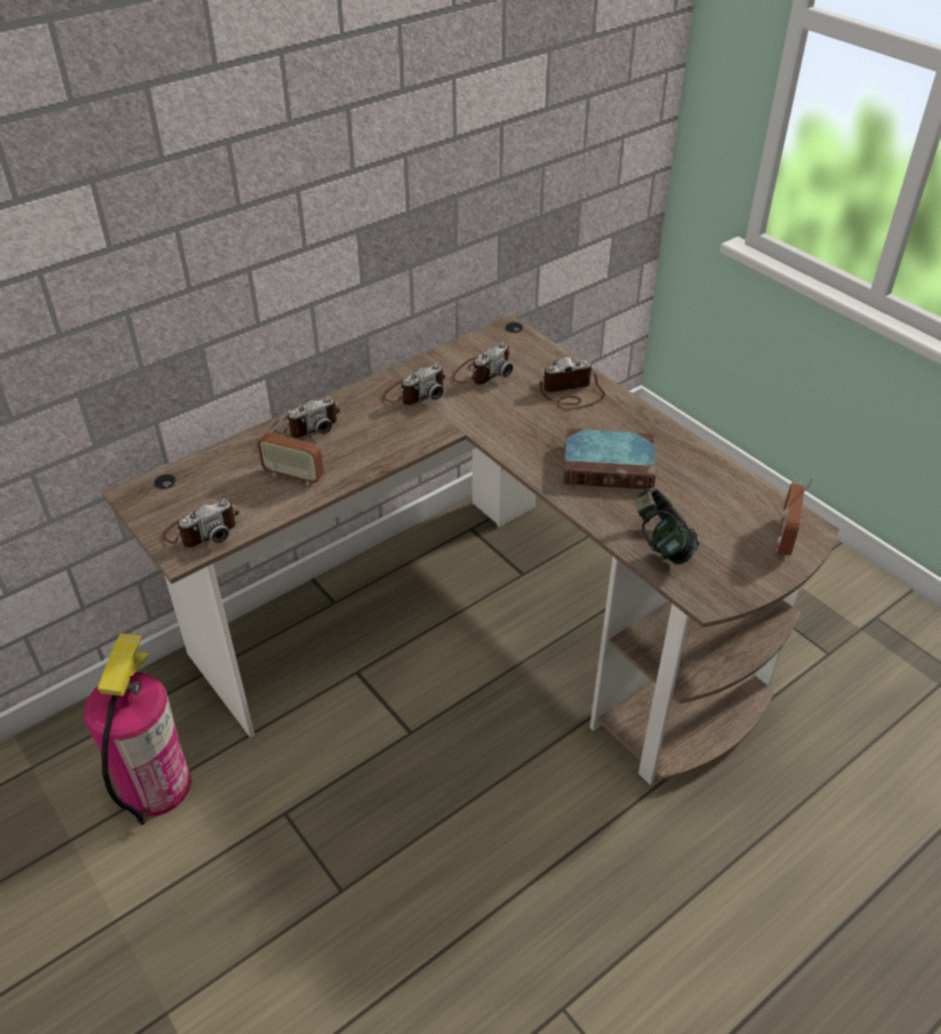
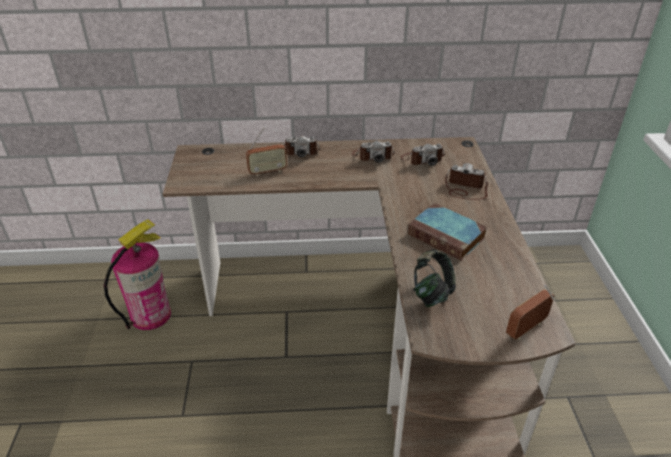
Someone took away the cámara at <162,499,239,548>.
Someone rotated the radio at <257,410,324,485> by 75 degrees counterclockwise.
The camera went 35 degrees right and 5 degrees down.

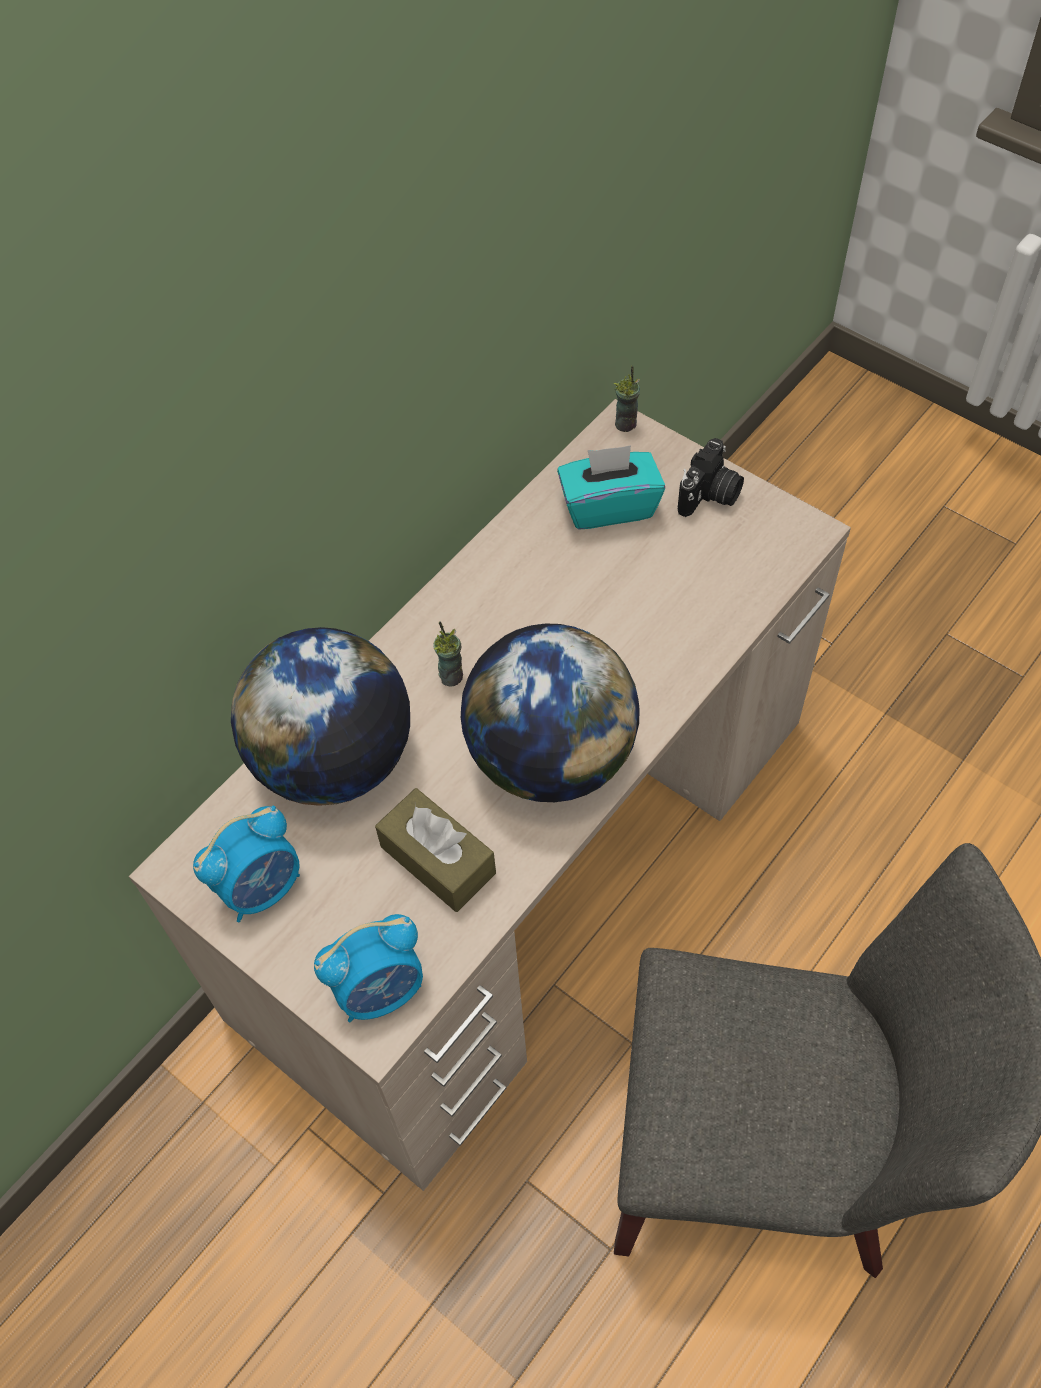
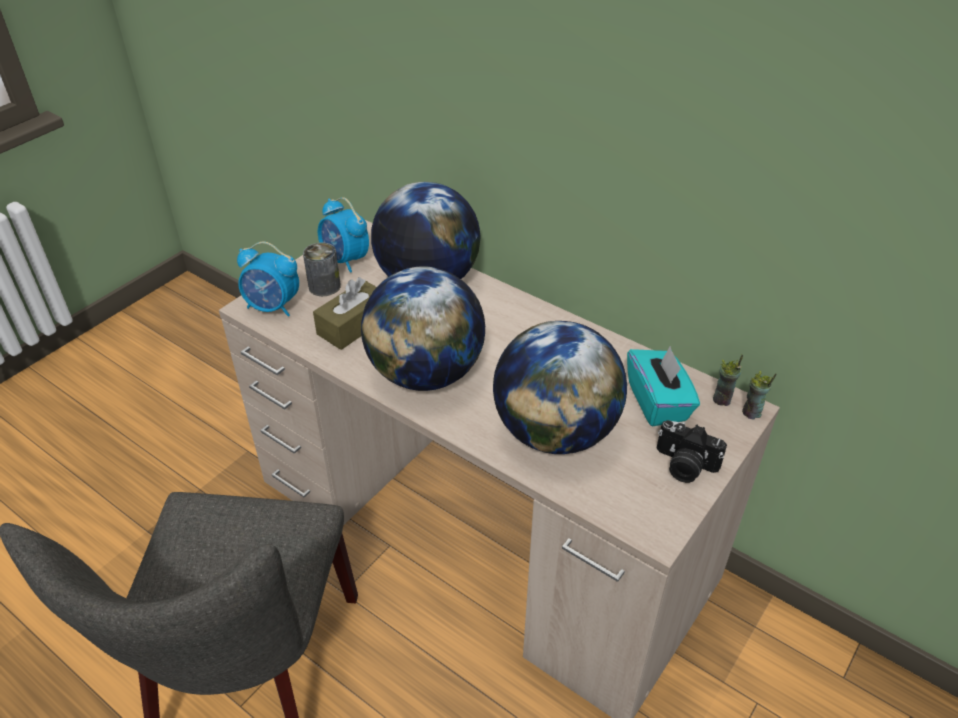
Someone put down the lata at <303,242,341,296>.
Someone put down the globo terráqueo at <493,321,627,454>.
Someone carried the taza from <433,621,463,687> to <713,354,743,406>.
Someone rotated the despertador at <314,914,423,1022> by 45 degrees counterclockwise.
The camera went 85 degrees right and 15 degrees down.

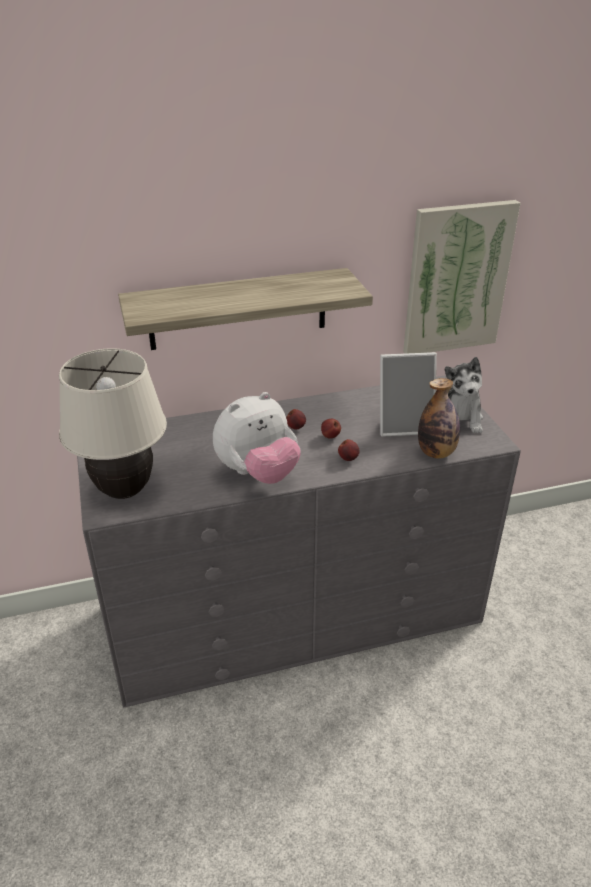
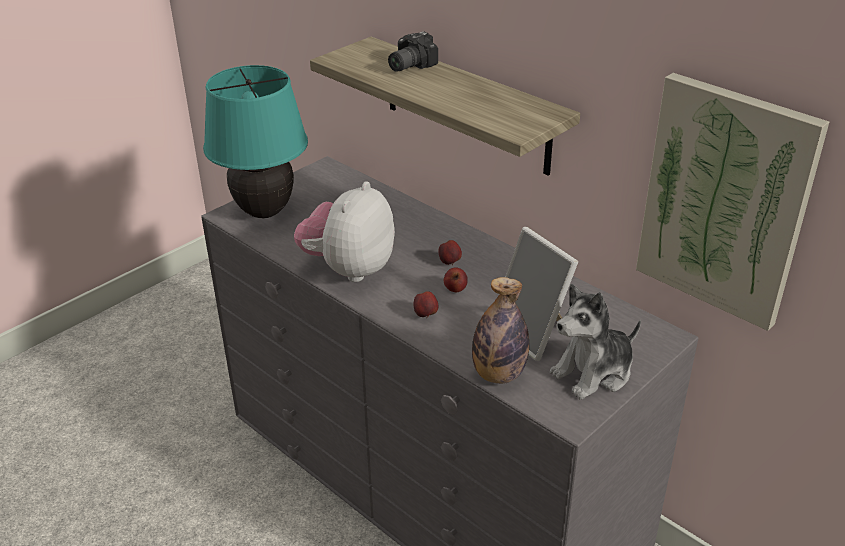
Someone put down the cámara at <388,31,438,72>.
Someone repainted the lámpara de mesa (beis) at <59,348,167,499>, which became the lámpara de mesa (turquesa) at <203,65,308,218>.
Someone rotated the peluche at <213,392,301,484> by 90 degrees clockwise.
The camera went 60 degrees right and 0 degrees up.

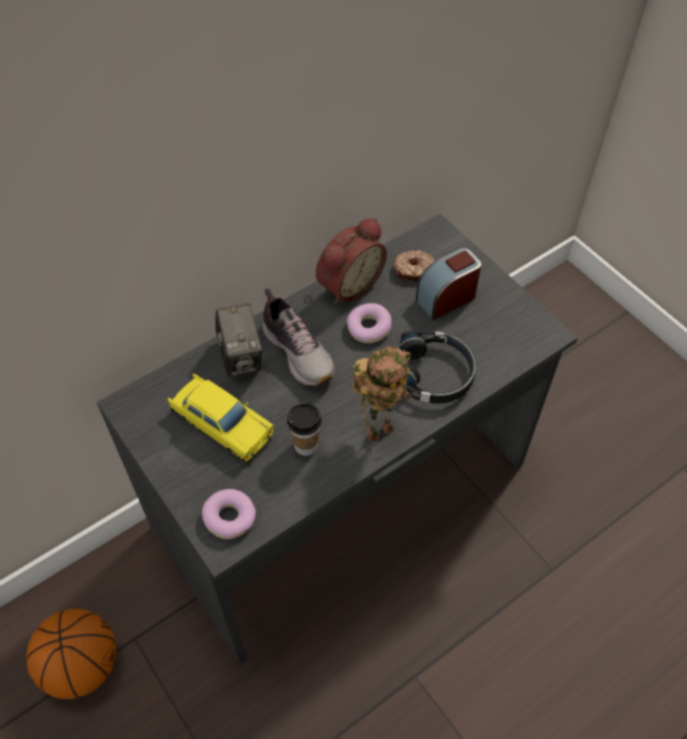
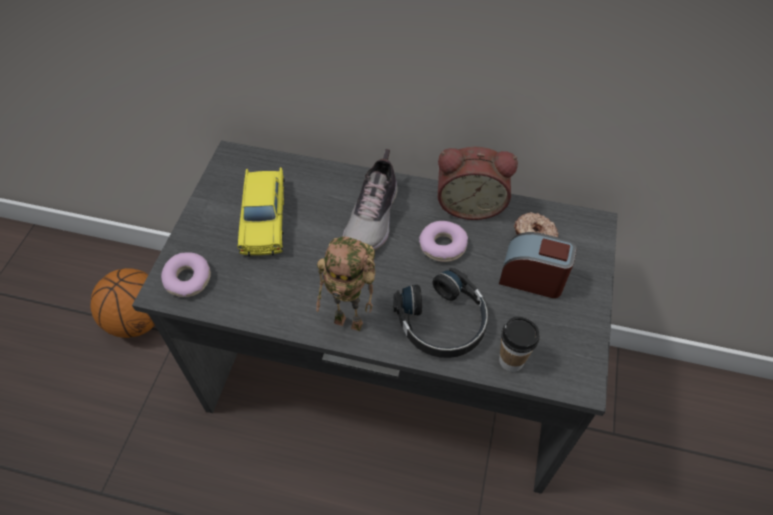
Someone took away the cámara at <215,303,262,377>.
Someone carried the taza from <287,403,322,456> to <499,317,540,372>.
The camera went 50 degrees right and 0 degrees up.

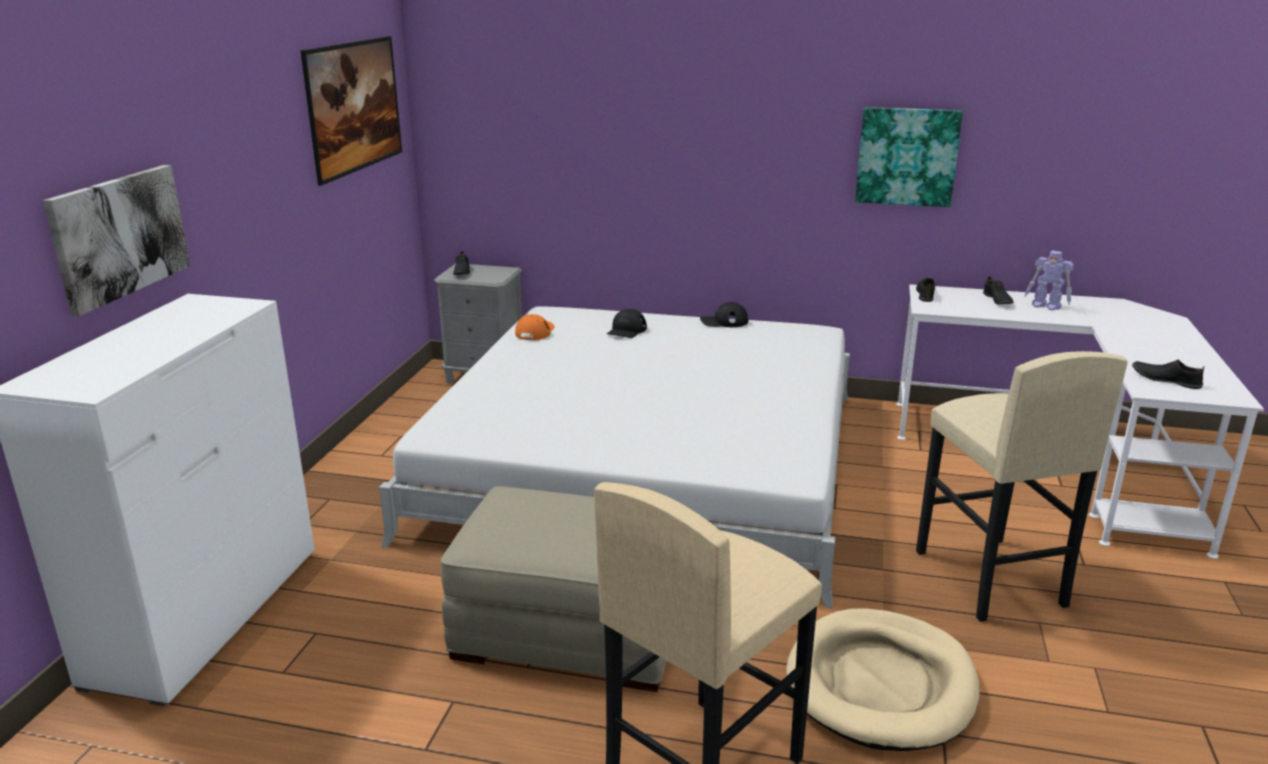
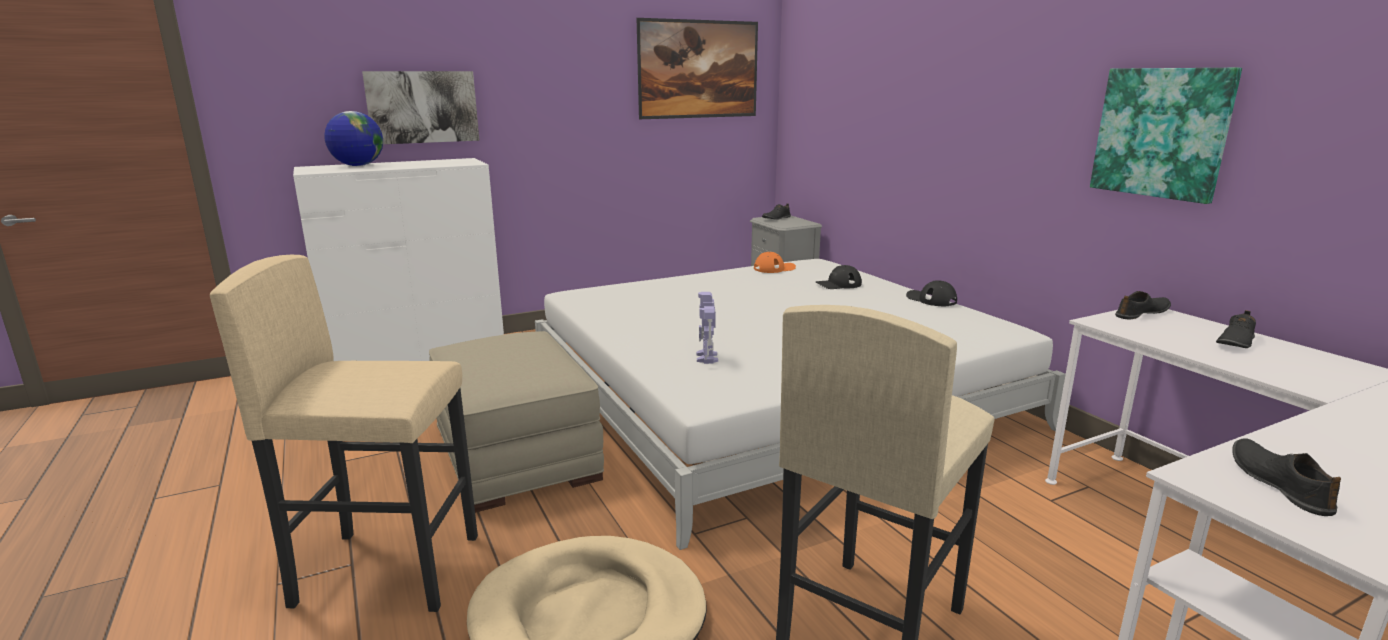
Someone put down the globo terráqueo at <324,111,383,166>.
Someone carried the robot de juguete from <1024,250,1074,311> to <696,292,718,364>.
The camera went 50 degrees right and 5 degrees down.

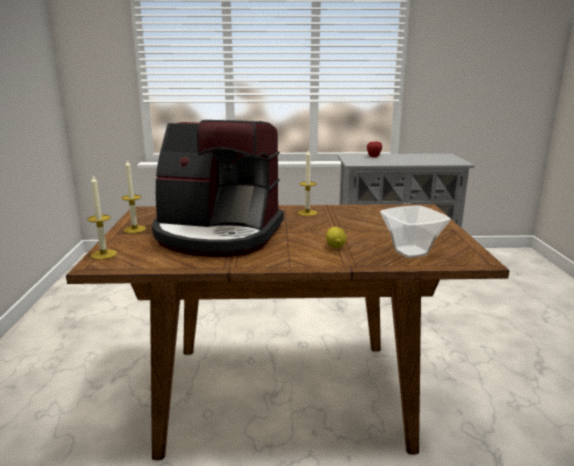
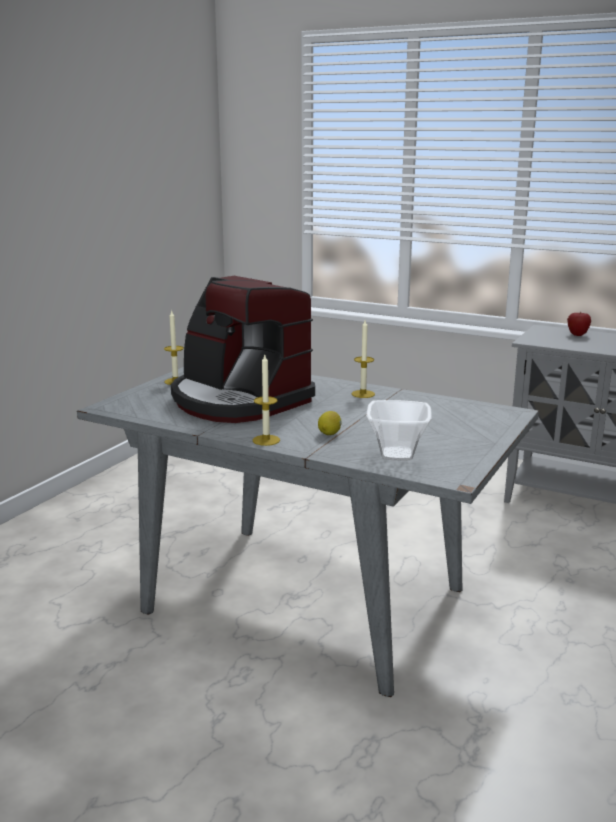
Someone carried the vela from <87,176,117,260> to <253,355,280,446>.
Someone repainted the mesa de comedor (marrón) at <66,204,510,460>, which became the mesa de comedor (gris) at <77,367,539,697>.
The camera went 30 degrees right and 0 degrees up.

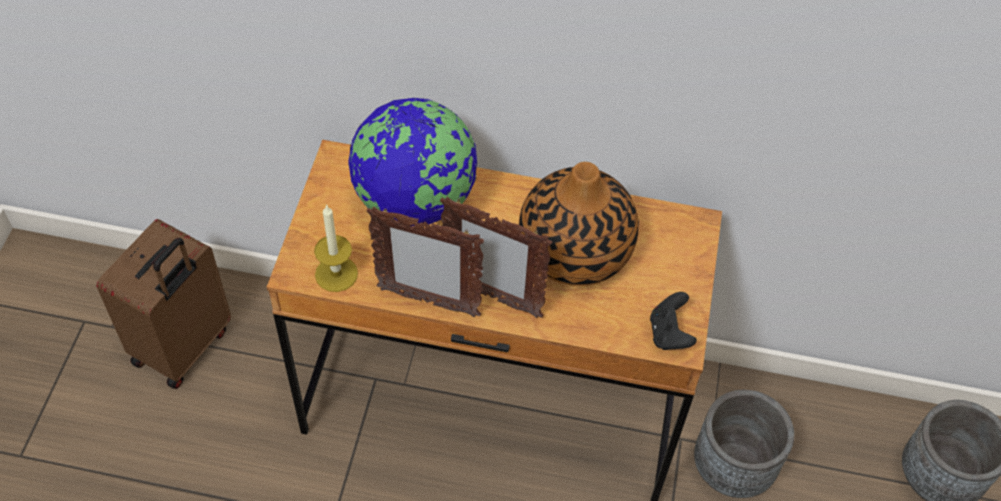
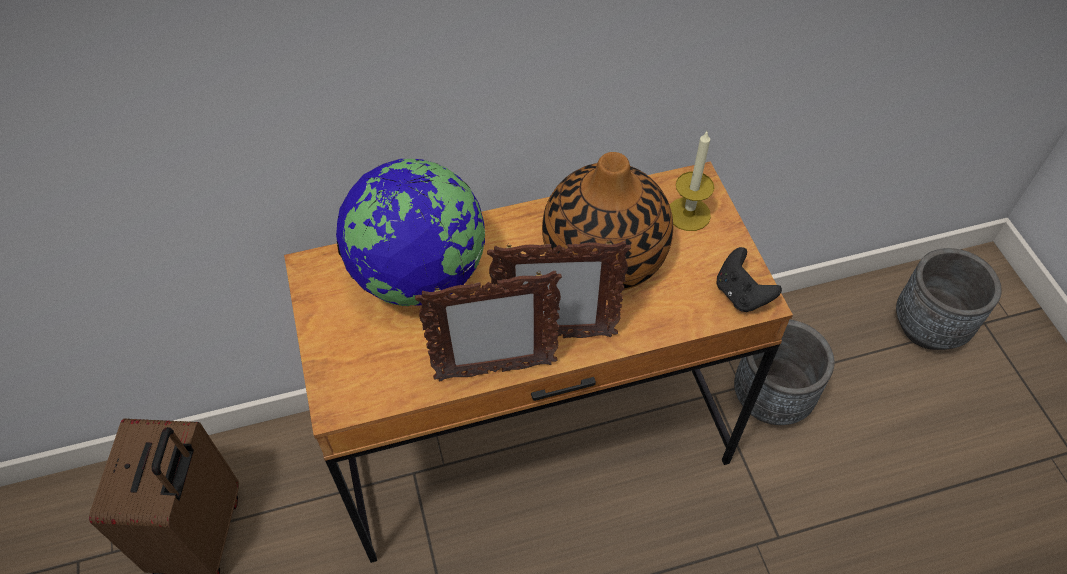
Someone carried the vela from <314,204,358,292> to <670,132,714,231>.
The camera went 25 degrees left and 0 degrees up.

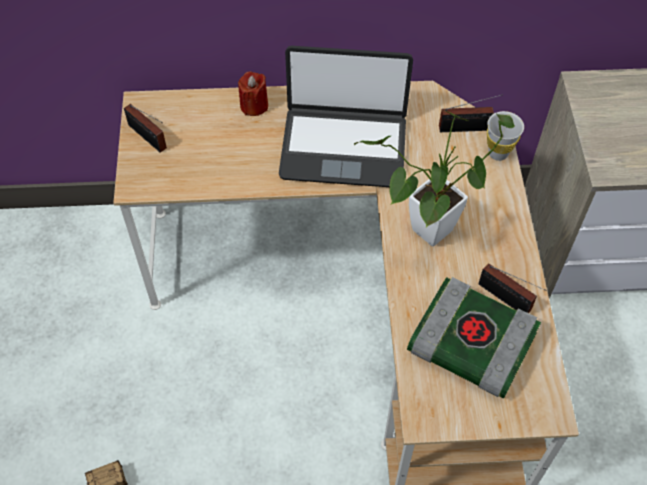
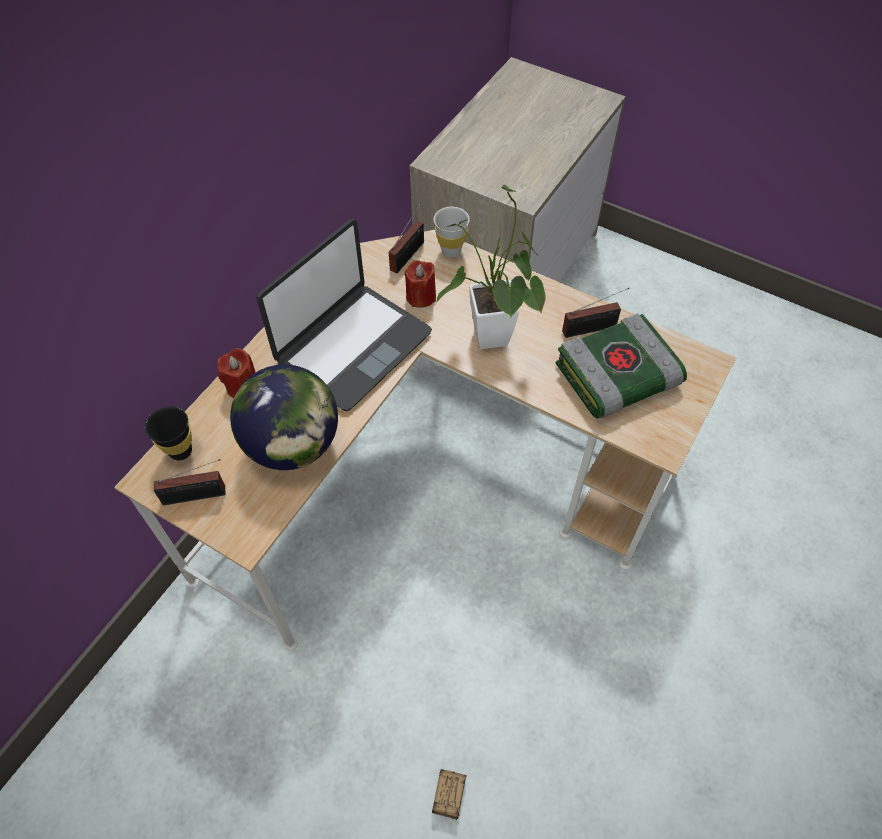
Someone put down the taza (negro) at <145,406,192,460>.
Someone put down the globo terráqueo at <230,364,338,470>.
Someone put down the vela (rojo) at <405,260,436,308>.
The camera went 55 degrees left and 0 degrees up.

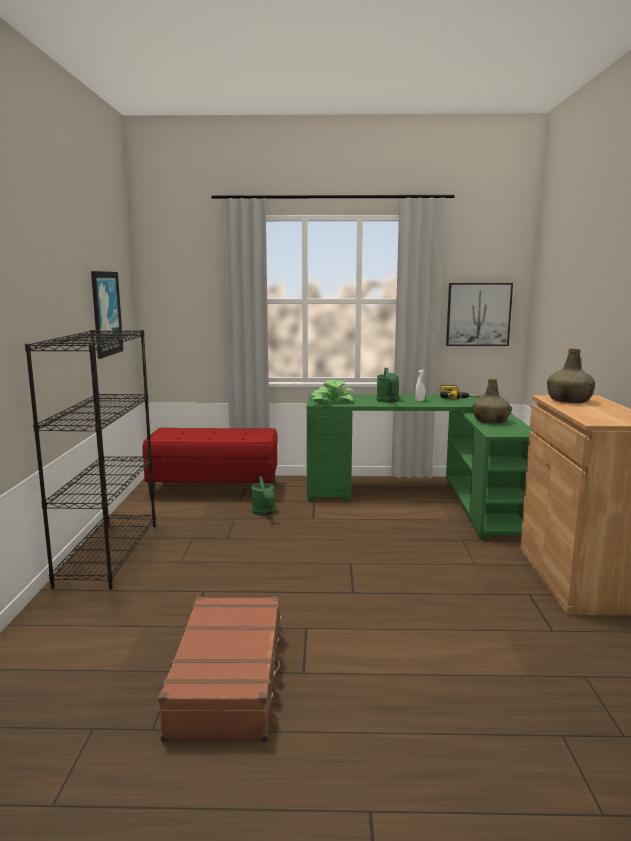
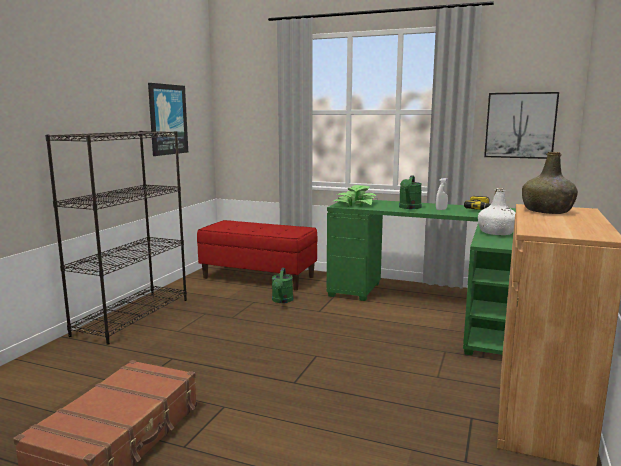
Someone repainted the botella (verde) at <473,379,511,424>, which became the botella (blanco) at <478,188,516,235>.
The camera went 20 degrees right and 0 degrees up.

